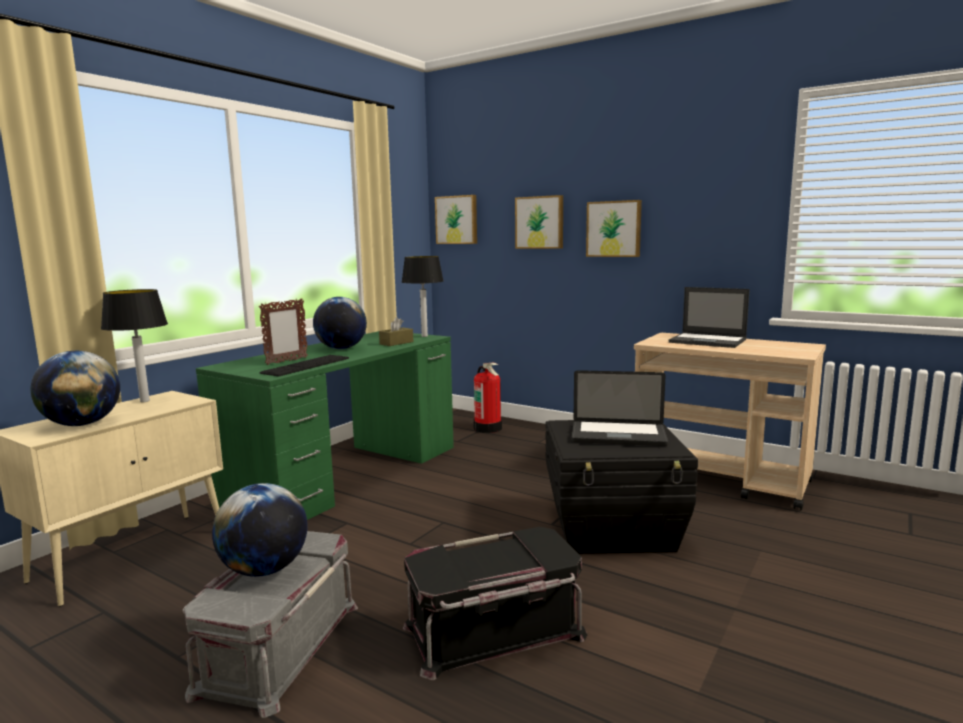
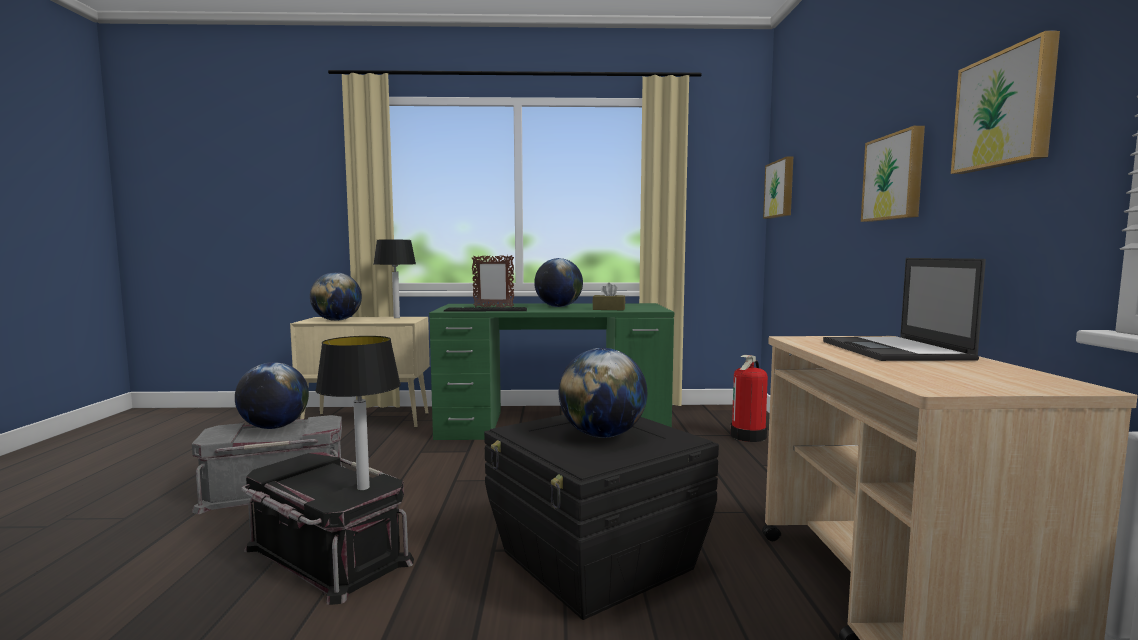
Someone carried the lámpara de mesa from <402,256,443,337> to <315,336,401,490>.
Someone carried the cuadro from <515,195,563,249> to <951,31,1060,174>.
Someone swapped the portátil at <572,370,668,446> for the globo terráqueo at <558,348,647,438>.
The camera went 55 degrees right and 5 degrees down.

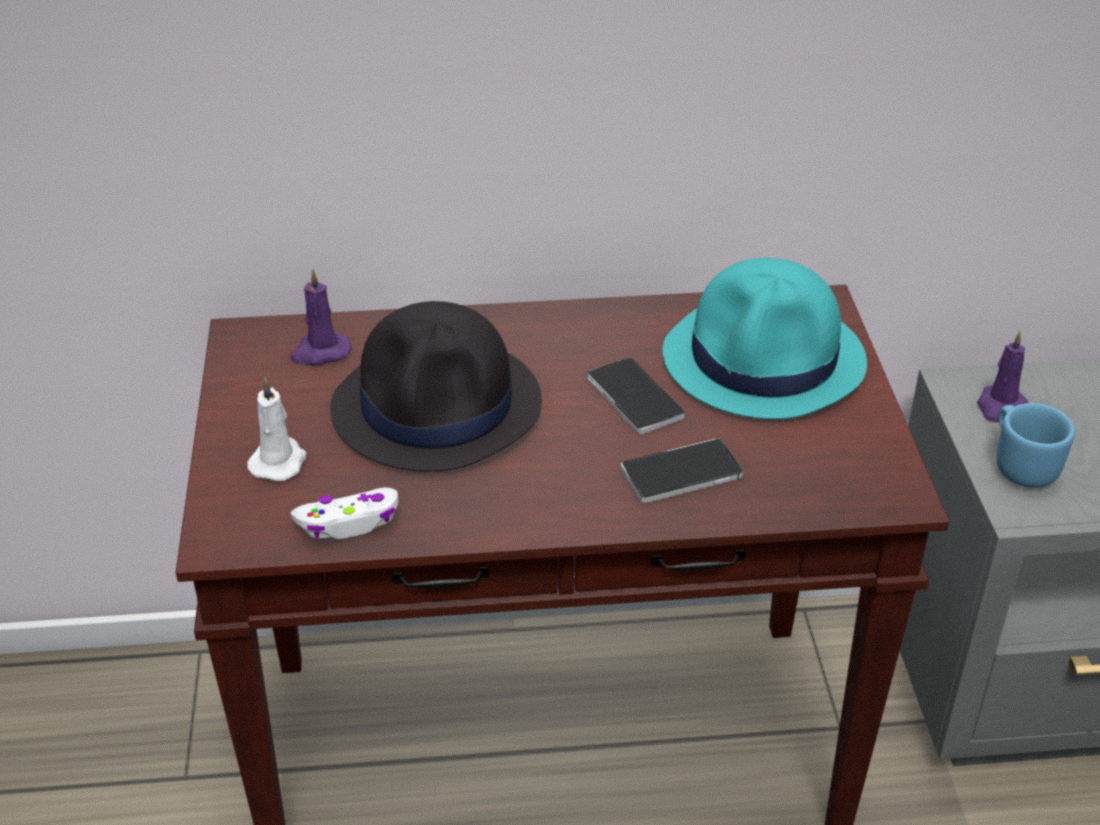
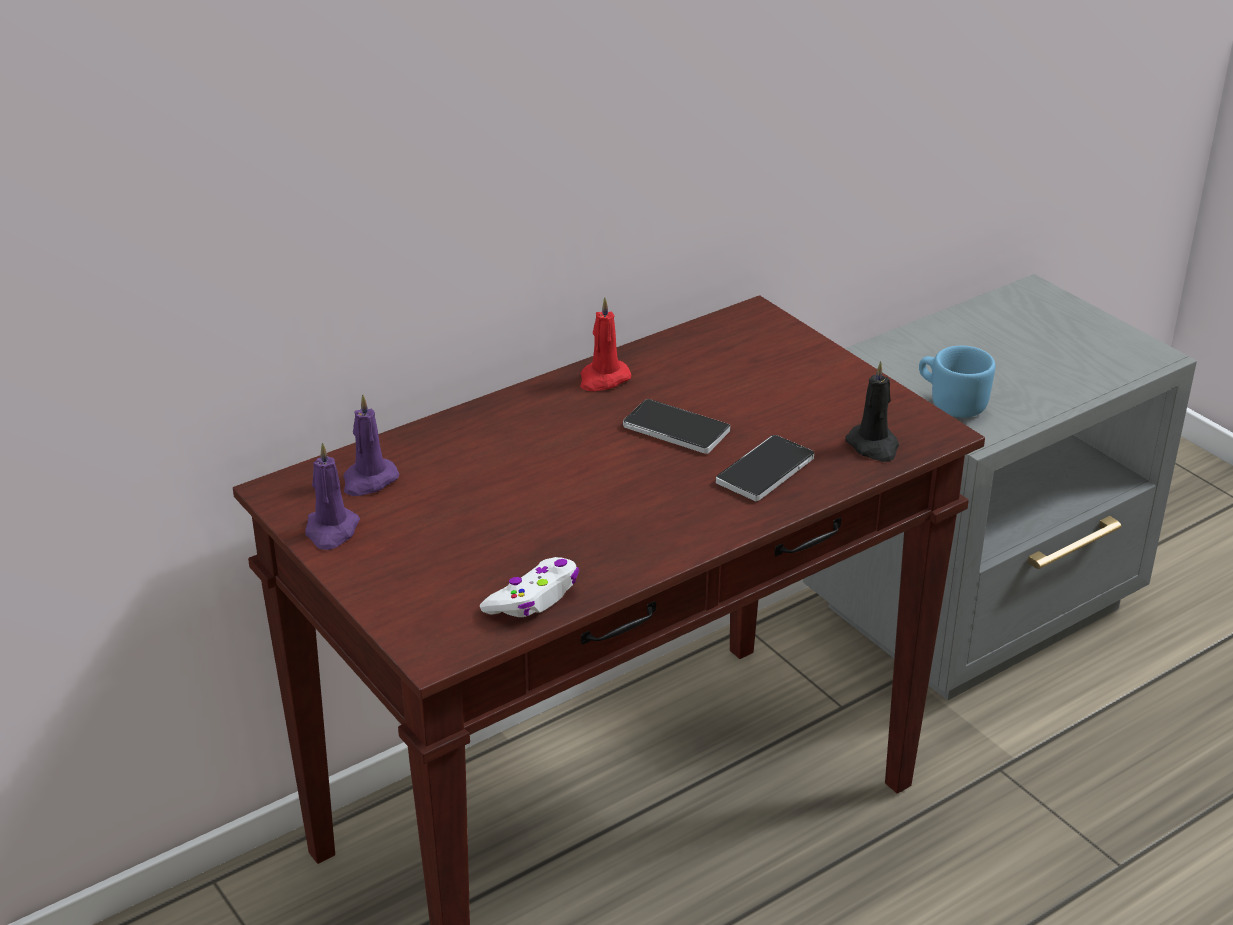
Someone took away the vela (blanco) at <247,377,307,481>.
Someone took away the sombrero (negro) at <330,301,542,472>.
Someone took away the sombrero (turquesa) at <663,258,867,419>.
Someone put down the vela (rojo) at <580,297,632,391>.
Someone put down the vela (negro) at <845,361,899,462>.
Someone carried the vela (morado) from <977,331,1028,423> to <305,442,360,550>.
The camera went 30 degrees left and 5 degrees down.

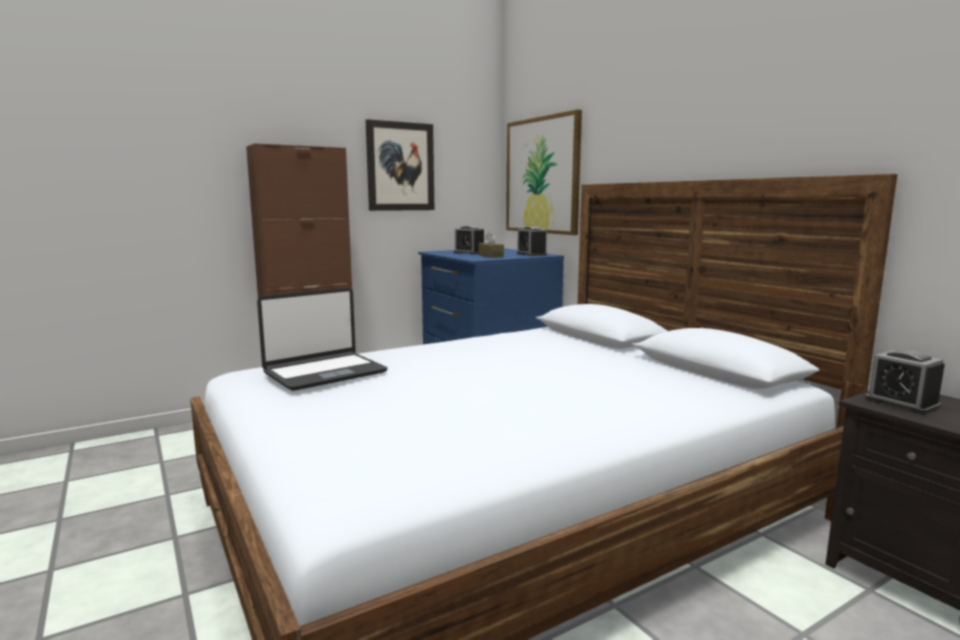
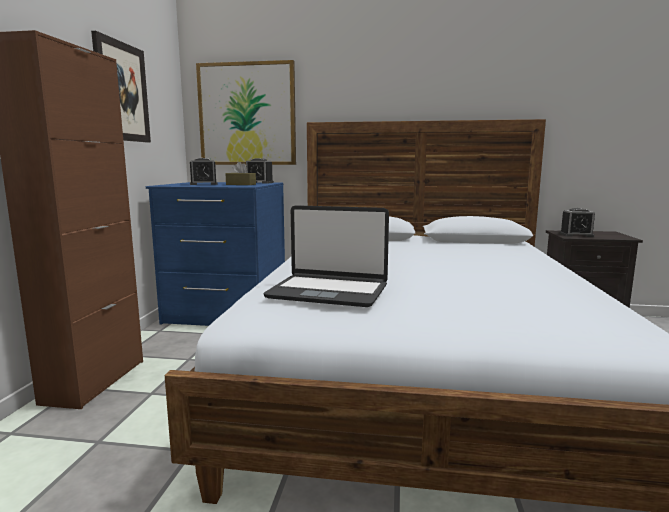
Someone rotated the portátil at <257,287,388,391> by 105 degrees clockwise.
The camera went 50 degrees left and 0 degrees up.

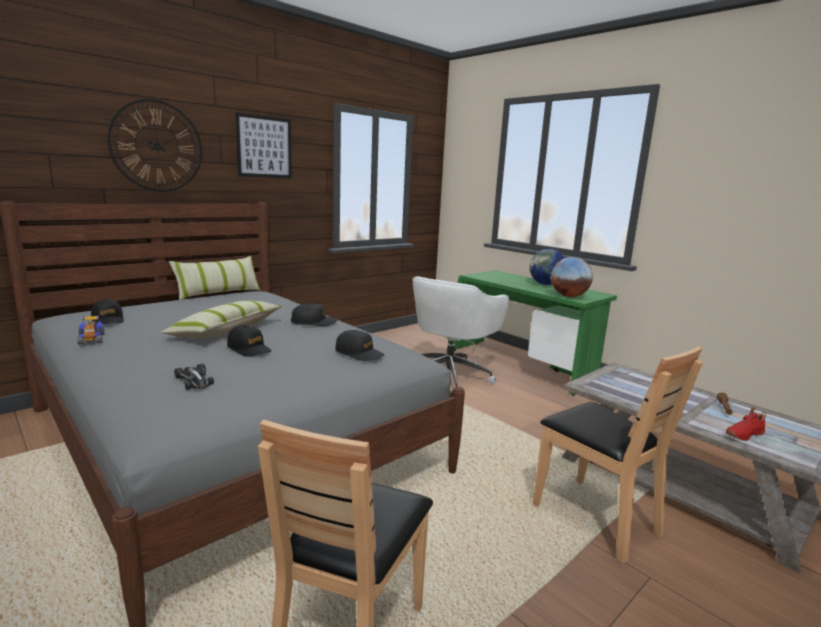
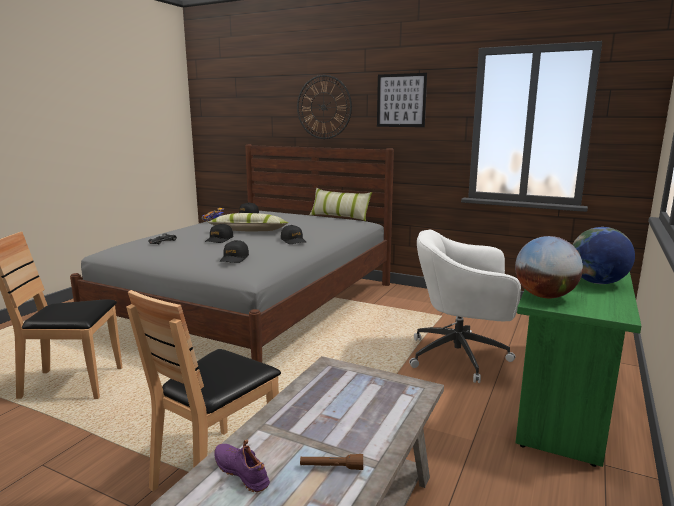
Someone repainted the zapato (rojo) at <726,407,767,441>, which became the zapato (morado) at <214,440,270,492>.
The camera went 70 degrees right and 0 degrees up.

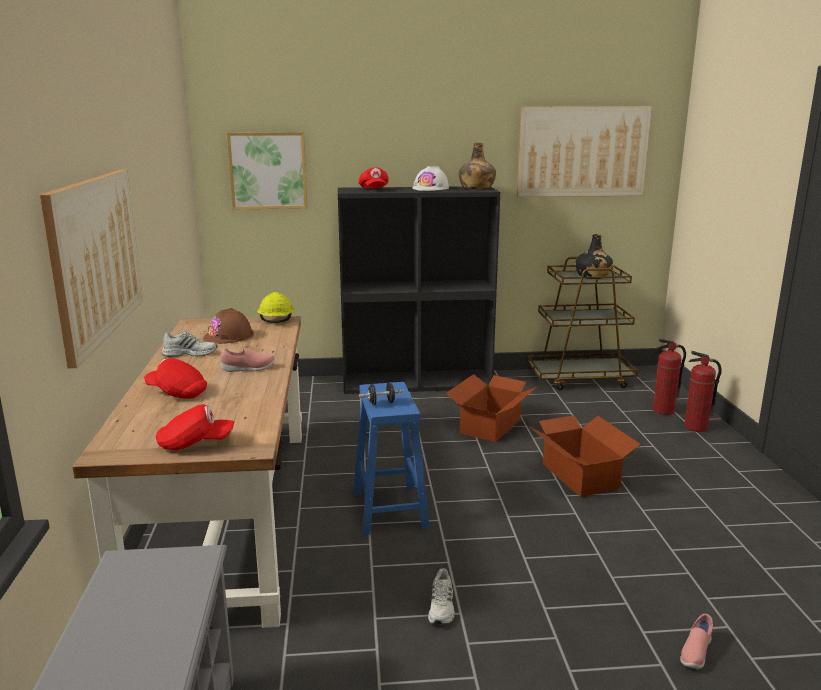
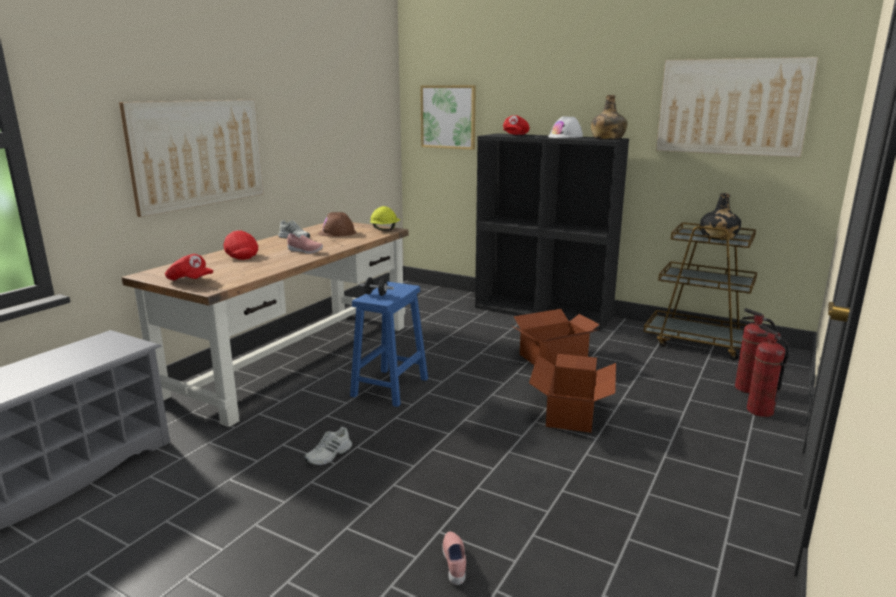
Someone rotated the zapato (rosa) at <680,614,713,669> by 105 degrees clockwise.
The camera went 35 degrees right and 0 degrees up.

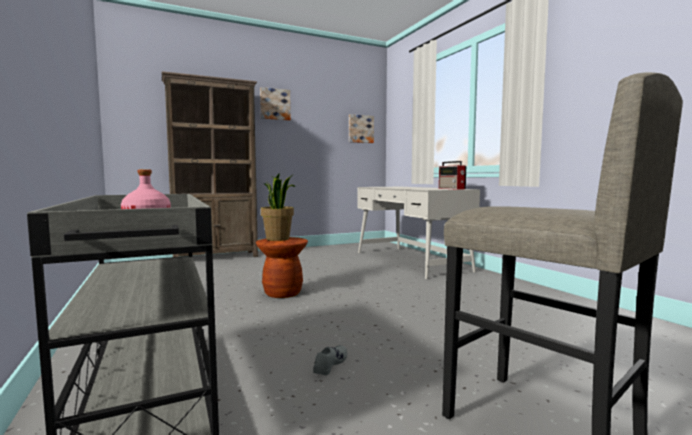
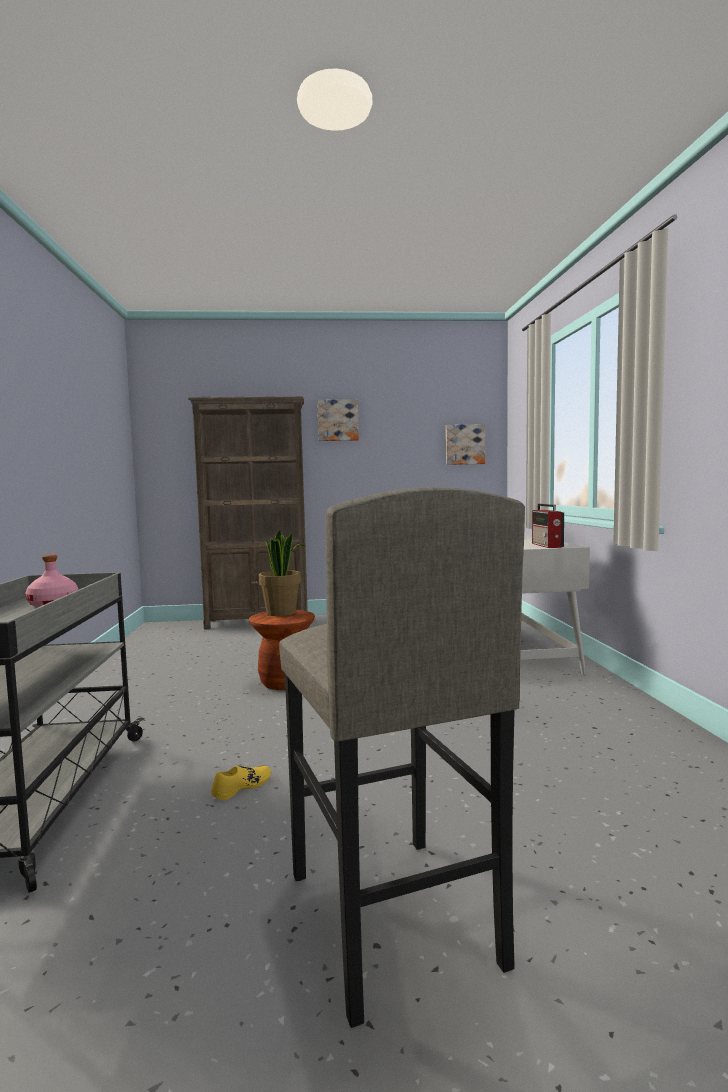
Someone repainted the zapato (gris) at <313,345,347,375>, which became the zapato (amarillo) at <211,765,271,800>.
The camera went 20 degrees right and 0 degrees up.

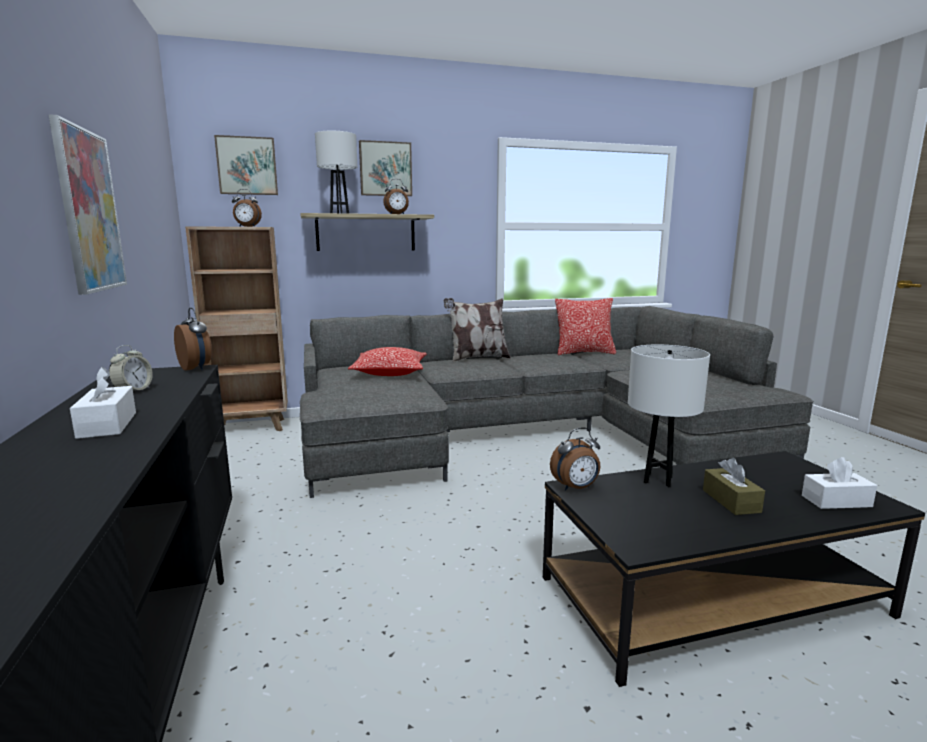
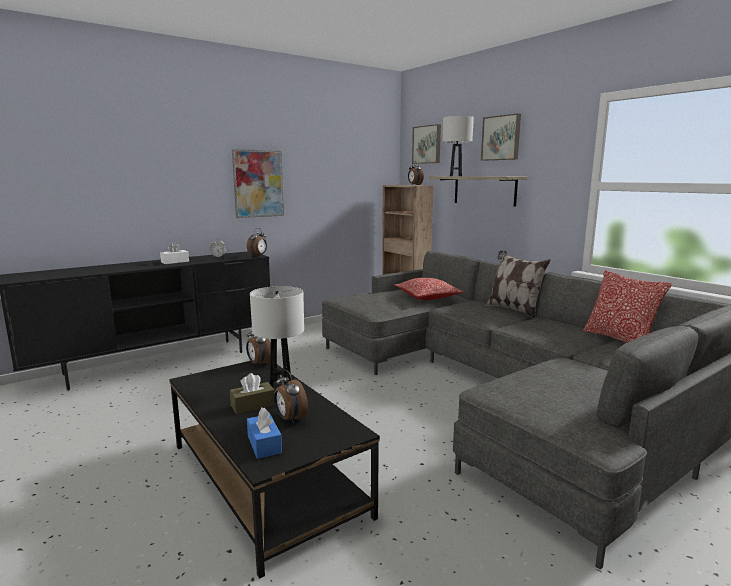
Someone carried the despertador from <383,179,409,214> to <274,369,308,424>.
Someone repainted the caja de pañuelos (blanco) at <802,457,877,509>, which became the caja de pañuelos (azul) at <247,407,282,459>.
The camera went 70 degrees right and 0 degrees up.

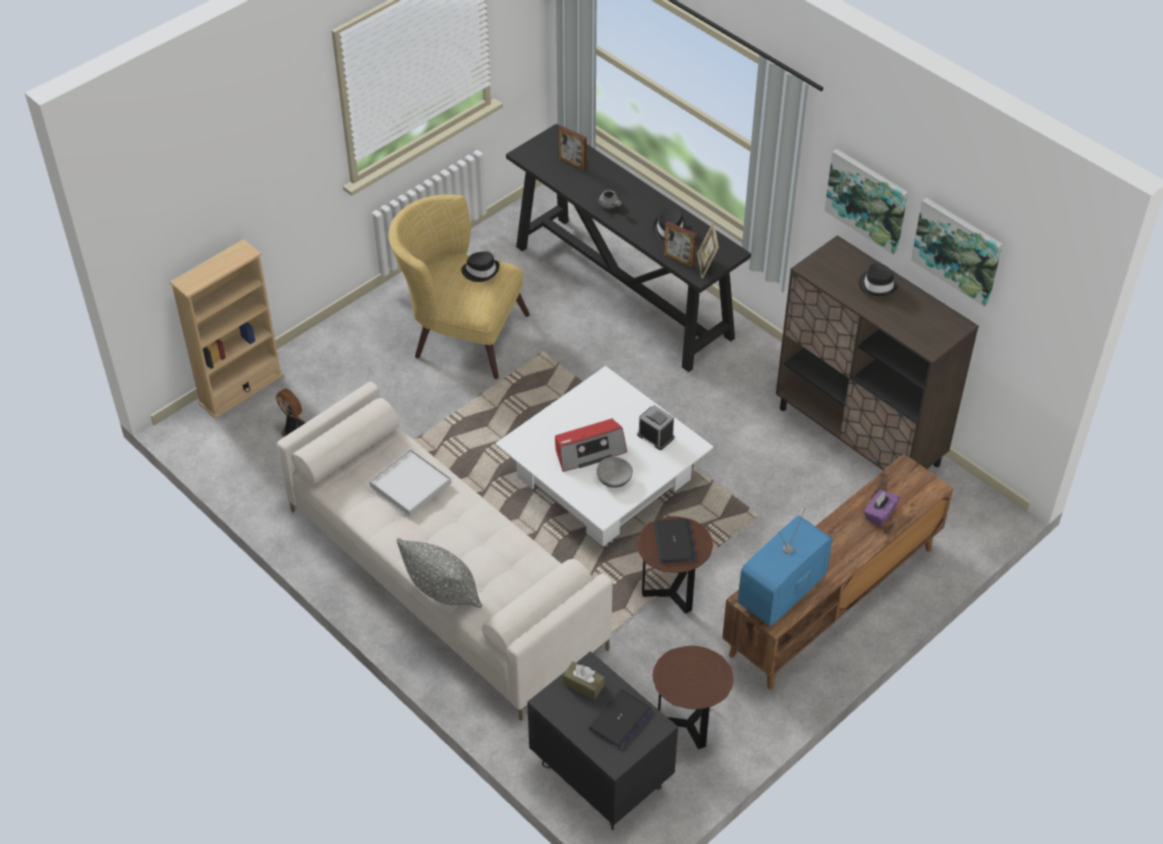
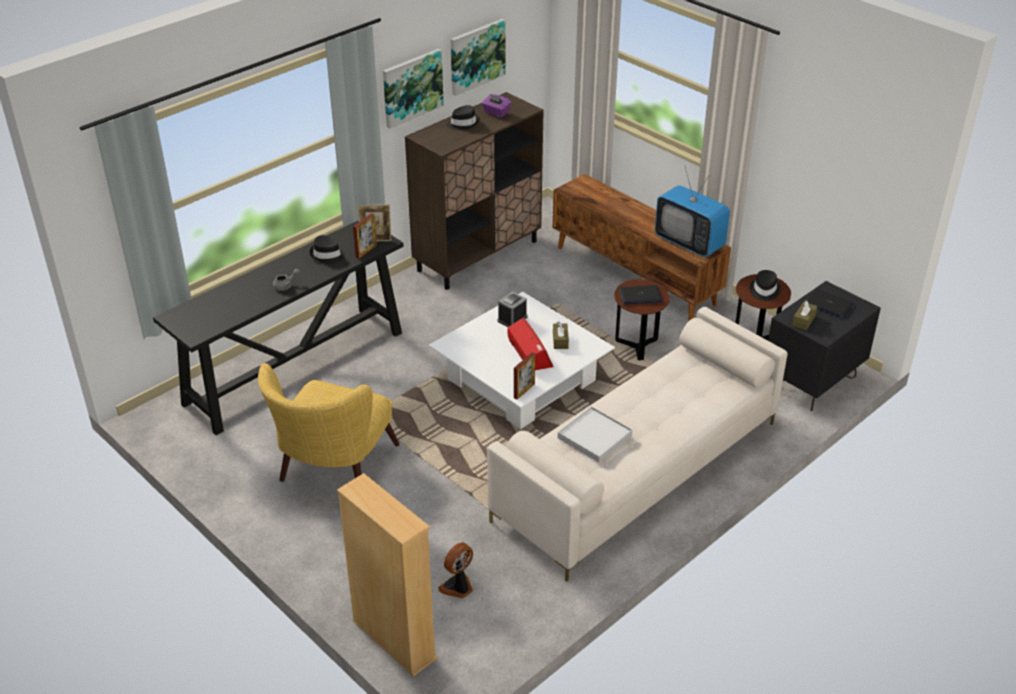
Someone took away the cojín (gris) at <397,538,482,608>.
Someone carried the sombrero (negro) from <461,252,499,282> to <750,270,781,301>.
Someone carried the portarretratos from <559,126,587,171> to <514,352,535,399>.
Someone carried the caja de pañuelos (morado) from <864,490,900,526> to <482,94,511,117>.
Someone swapped the cuenco (gris) at <596,457,633,488> for the caja de pañuelos (marrón) at <553,322,569,349>.
The camera went 90 degrees left and 10 degrees down.

